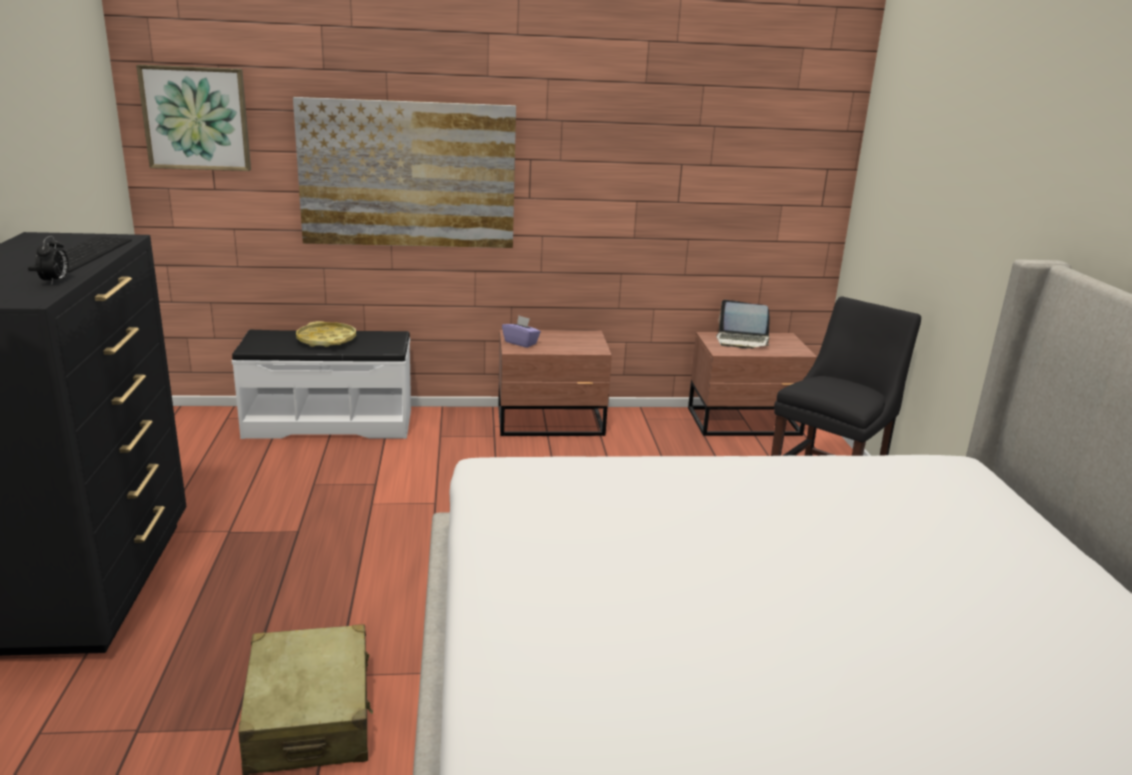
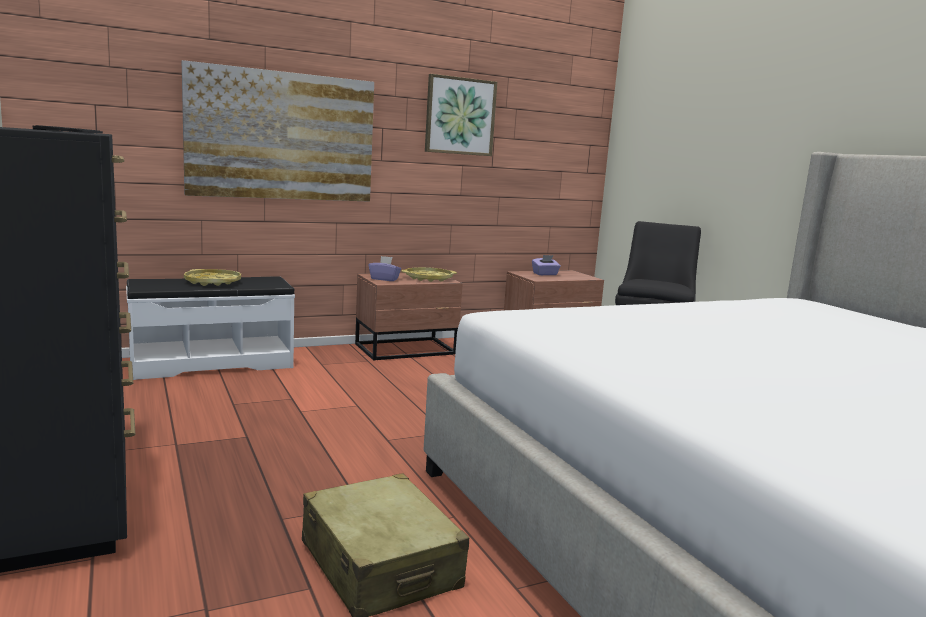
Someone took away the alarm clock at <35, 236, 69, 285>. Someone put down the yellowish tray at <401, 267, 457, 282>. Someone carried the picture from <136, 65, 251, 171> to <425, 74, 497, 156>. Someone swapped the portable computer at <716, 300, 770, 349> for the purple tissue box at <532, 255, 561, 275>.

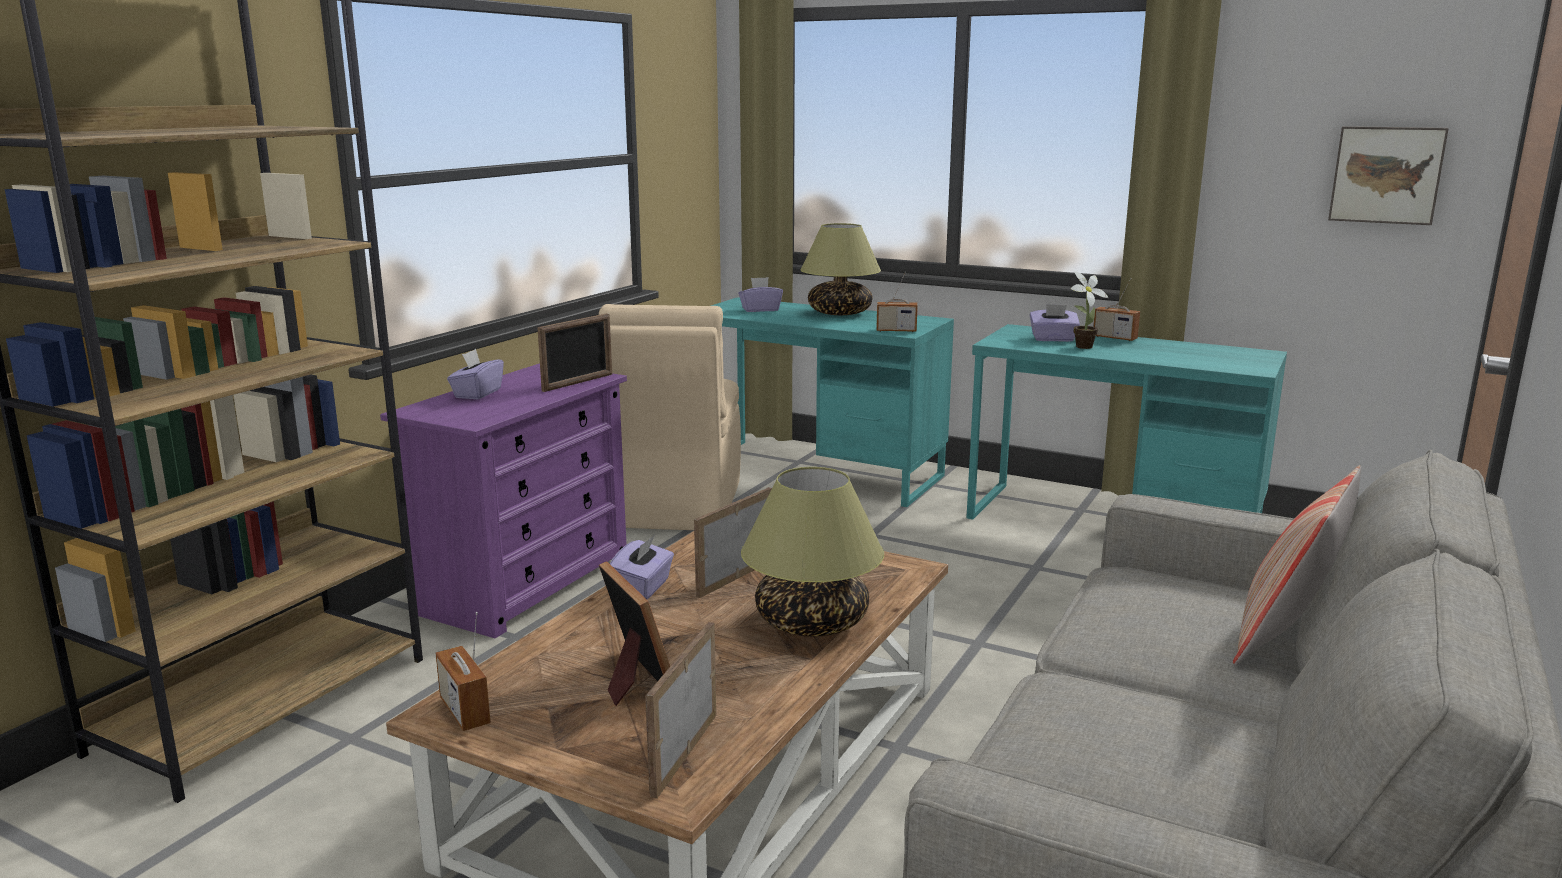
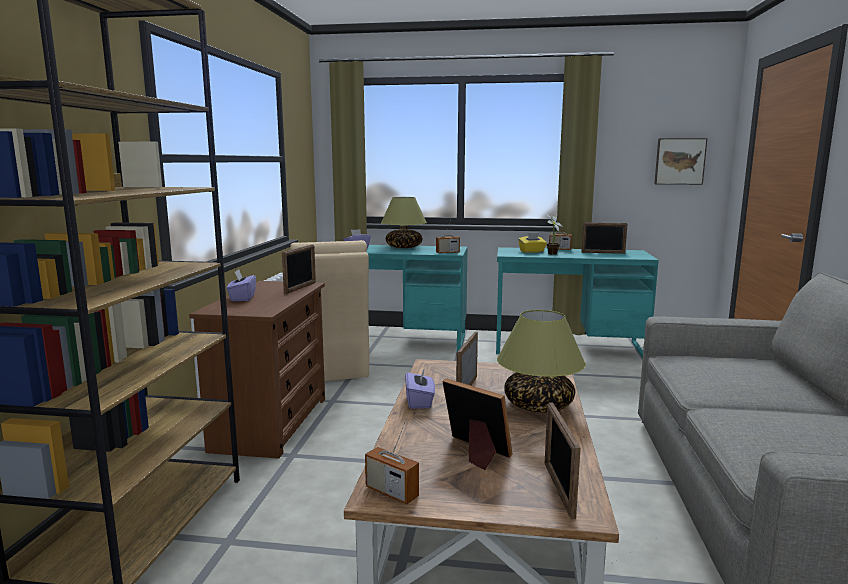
Someone took away the pillow at <1233, 465, 1361, 666>. Someone put down the picture frame at <581, 222, 628, 254>. Someone repainted the purple drawer chest at <380, 363, 627, 638>, which became the brown drawer chest at <189, 281, 325, 459>. Someone repainted the purple tissue box at <1030, 304, 1080, 342>, which became the yellowish tissue box at <518, 233, 547, 253>.

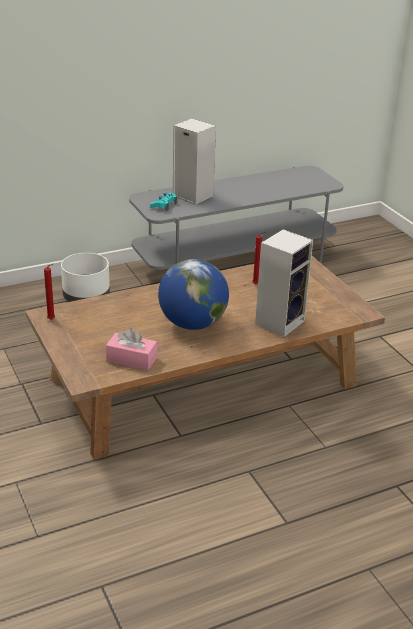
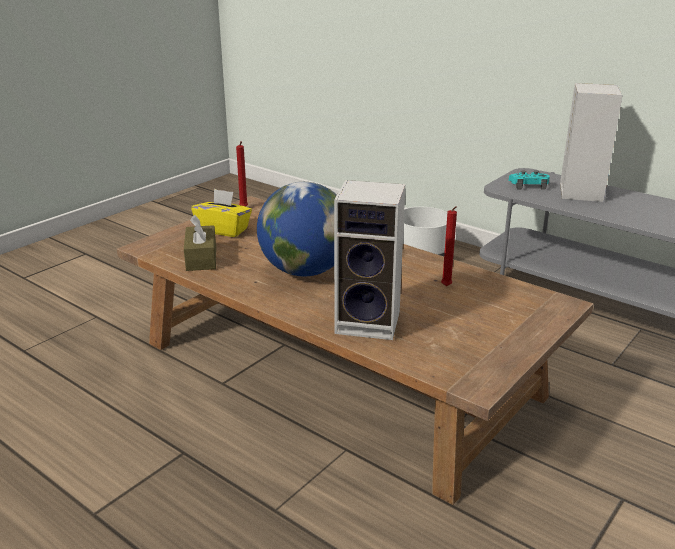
Someone put down the yellowish tissue box at <191, 189, 252, 237>. Someone repainted the pink tissue box at <106, 328, 157, 370>, which became the brown tissue box at <184, 215, 216, 271>.

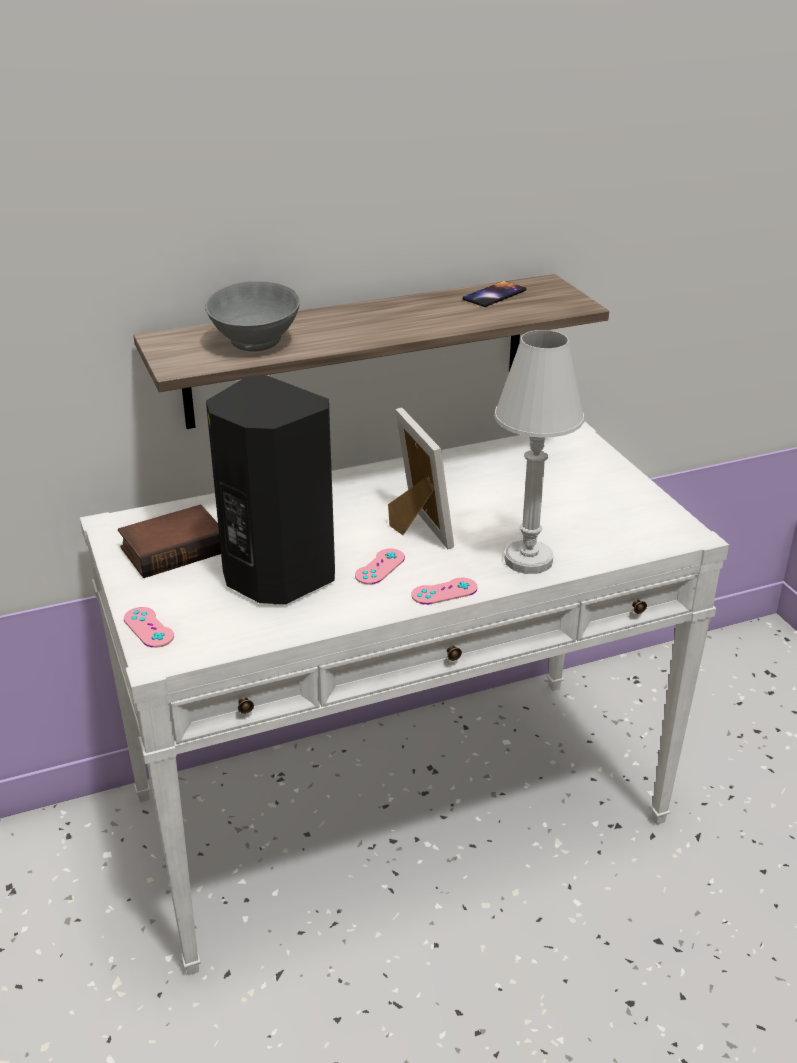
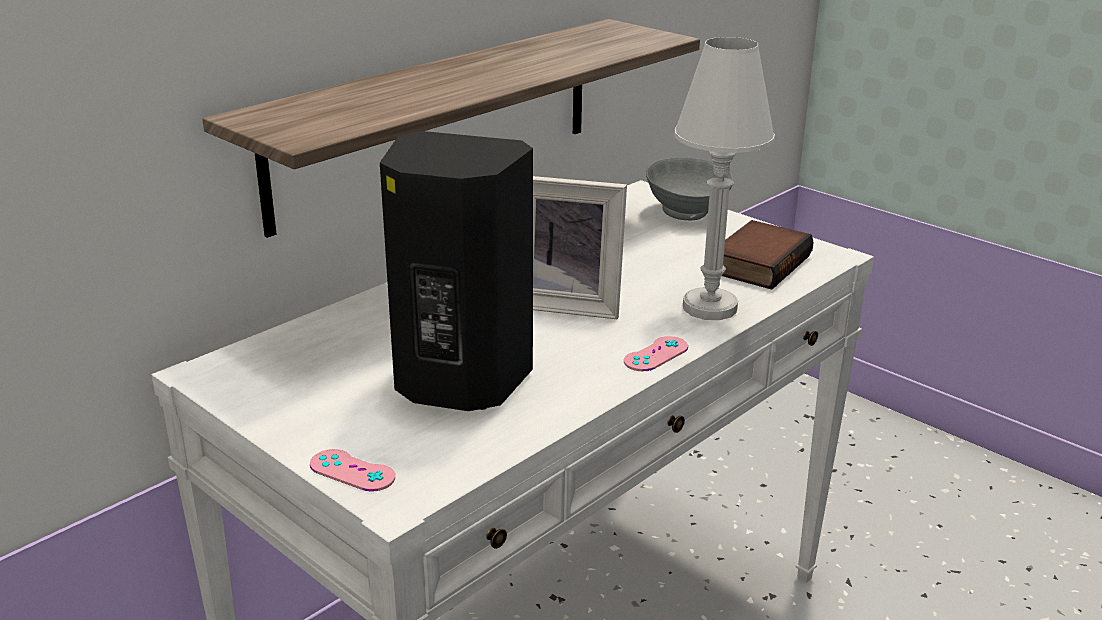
Someone took away the pink gamepad at <355, 549, 405, 585>. Someone took away the telephone at <462, 281, 526, 307>. Someone carried the volume from <118, 504, 221, 578> to <722, 220, 814, 290>. Someone carried the grey deep dish from <205, 281, 300, 352> to <646, 157, 733, 220>. Someone rotated the picture frame at <388, 408, 454, 549> by 150 degrees clockwise.

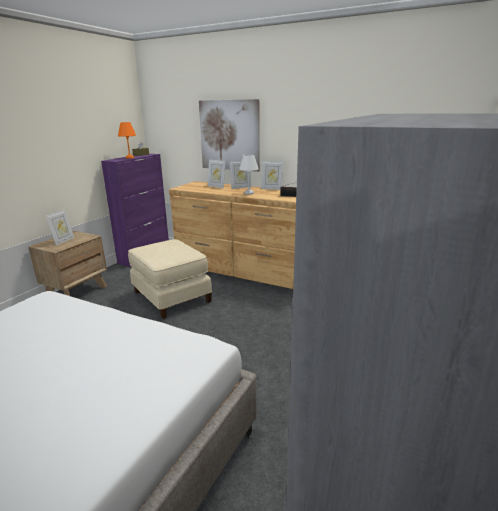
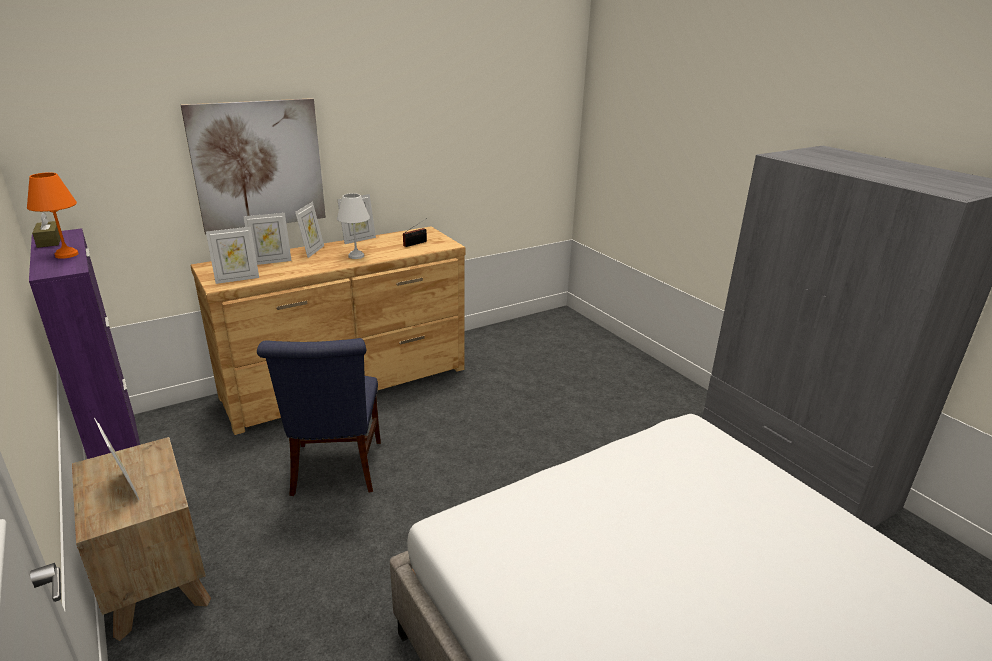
Someone put down the picture frame at <206, 227, 259, 284>. Someone swapped the sand-coloured footrest at <128, 239, 212, 319> for the blue upright chair at <257, 338, 381, 496>.

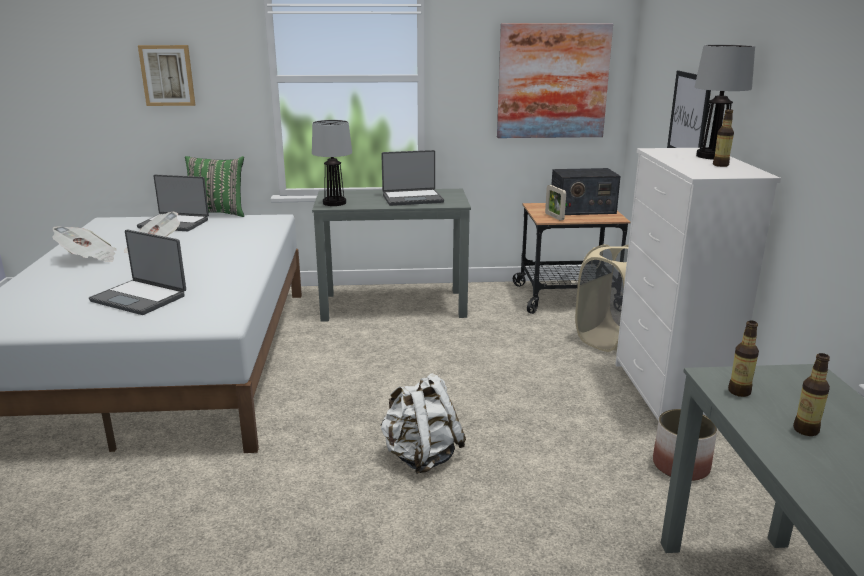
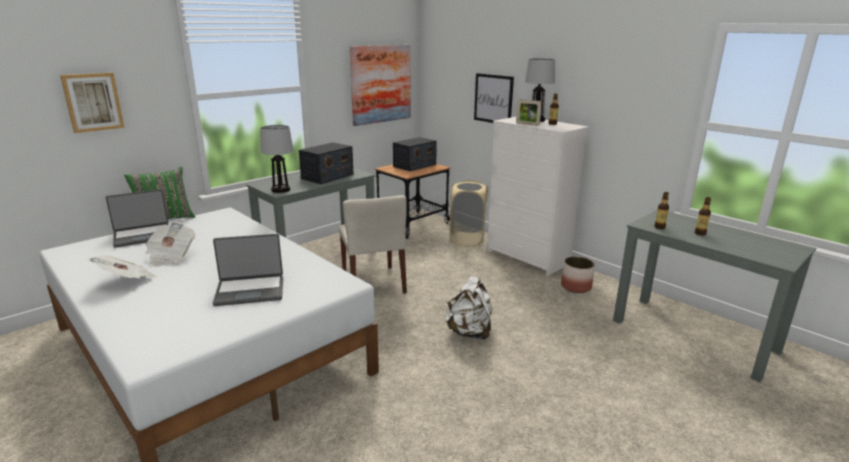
Someone put down the sand-coloured upright chair at <338, 195, 407, 293>. Someone carried the picture frame from <545, 185, 566, 221> to <516, 99, 542, 126>. Someone swapped the portable computer at <381, 150, 444, 206> for the radio set at <299, 142, 354, 184>.

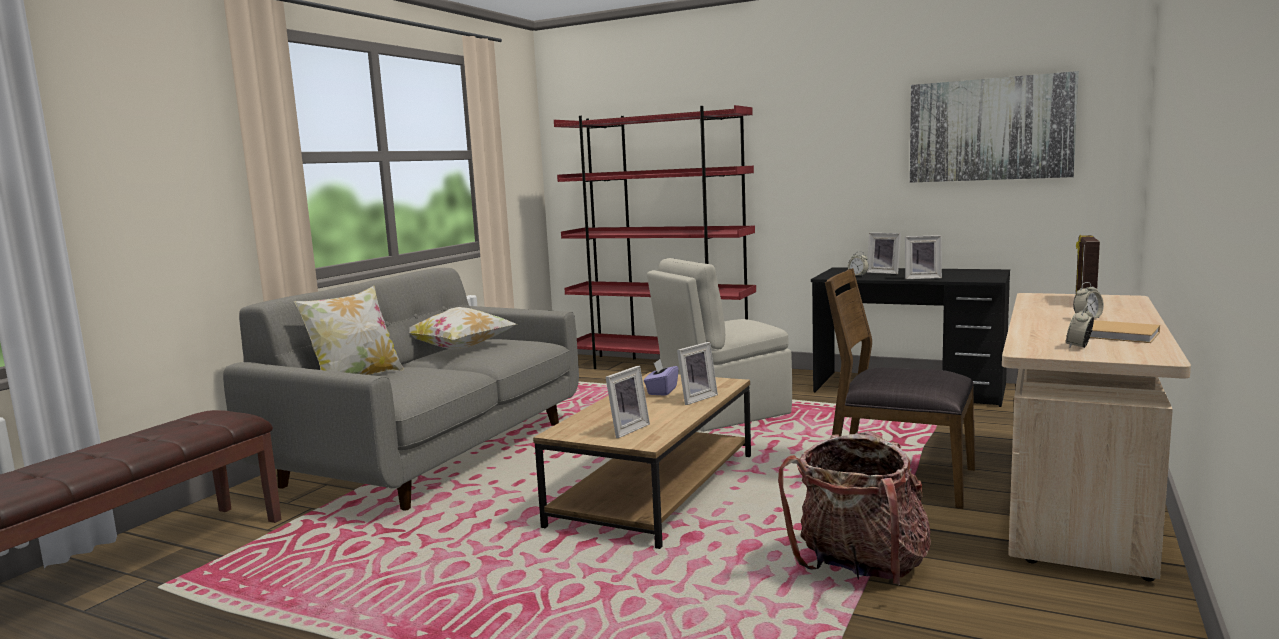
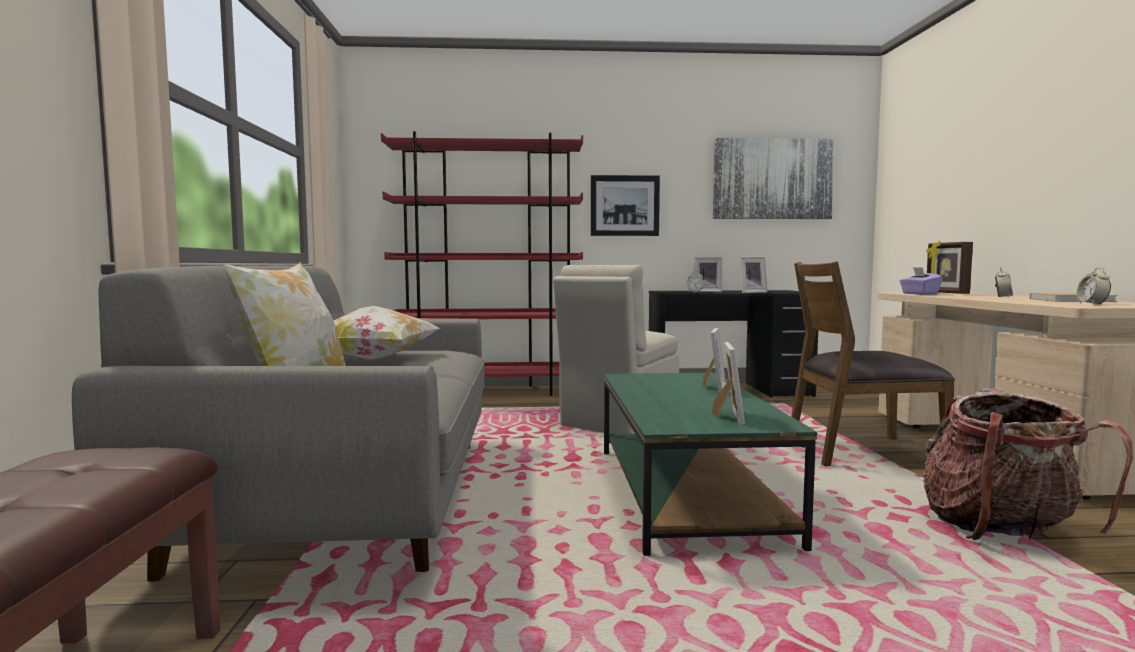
Someone put up the picture at <591, 175, 660, 236>. Someone carried the purple tissue box from <644, 359, 679, 396> to <900, 267, 943, 295>. Someone repainted the brown coffee table at <533, 372, 751, 549>, which became the greenish coffee table at <604, 373, 817, 556>.

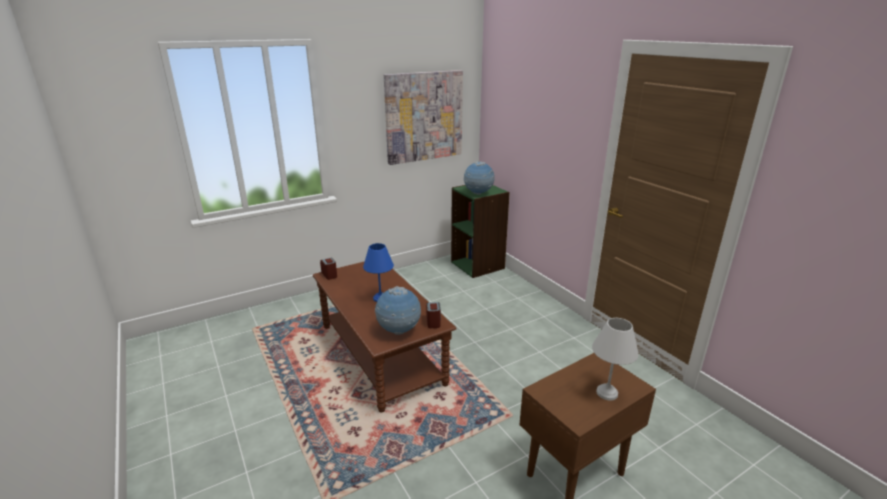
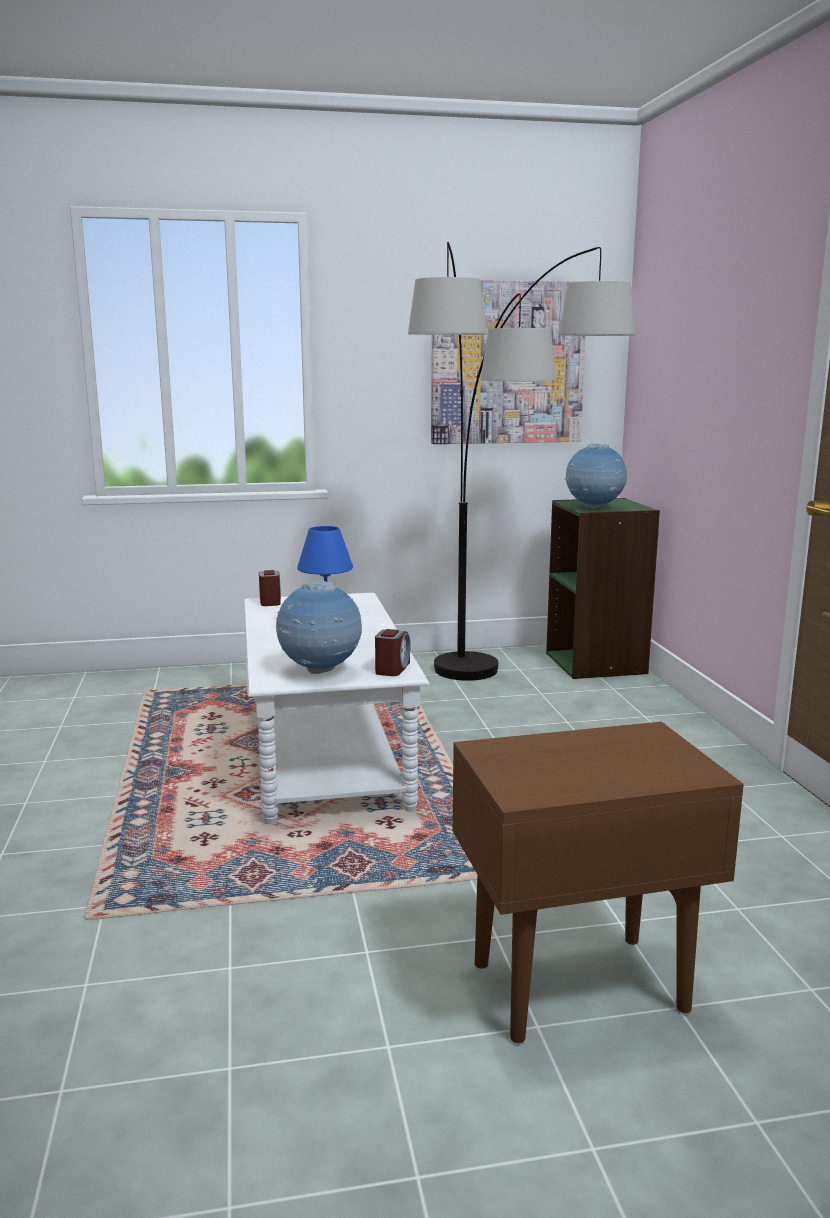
Someone took away the whitish table lamp at <592, 318, 639, 401>. Someone put down the floor lamp at <408, 242, 635, 681>. Someone repainted the brown coffee table at <313, 261, 457, 413>, which became the whitish coffee table at <244, 593, 430, 824>.

